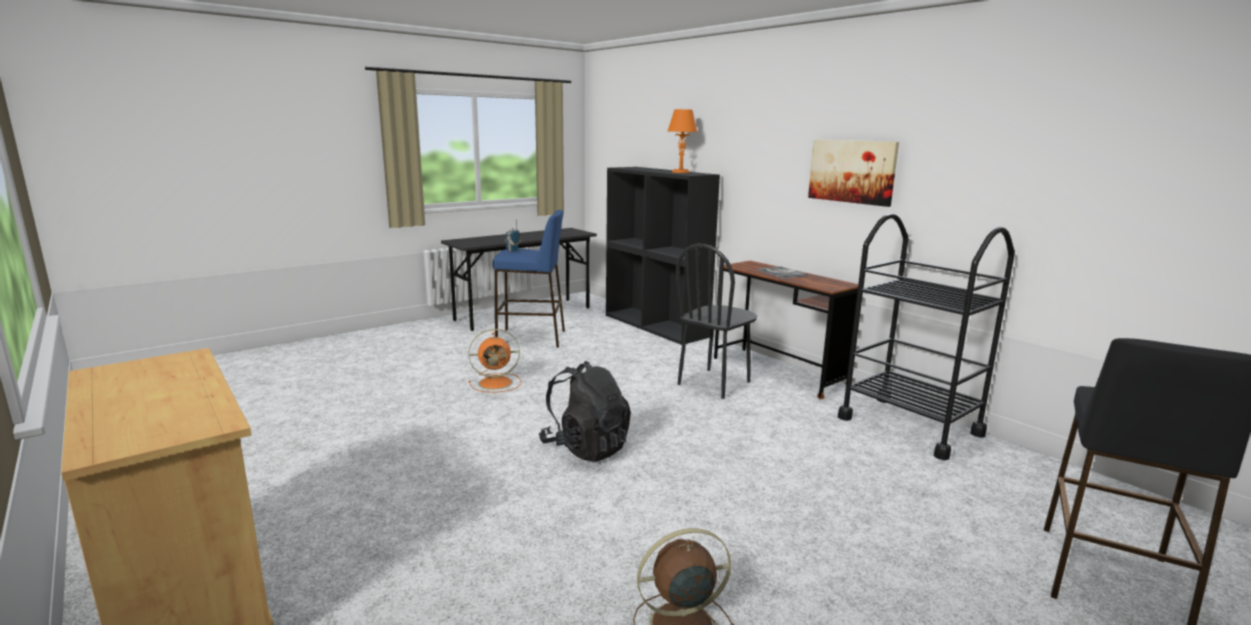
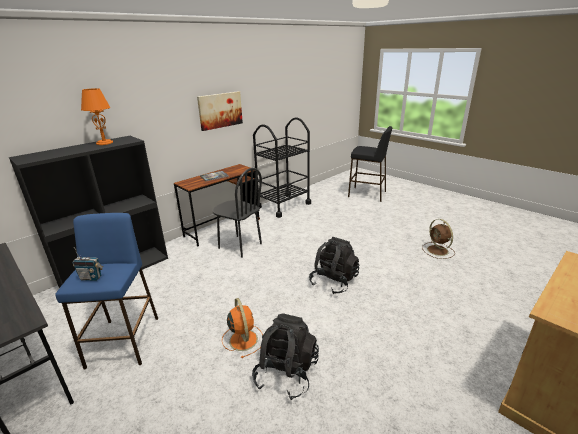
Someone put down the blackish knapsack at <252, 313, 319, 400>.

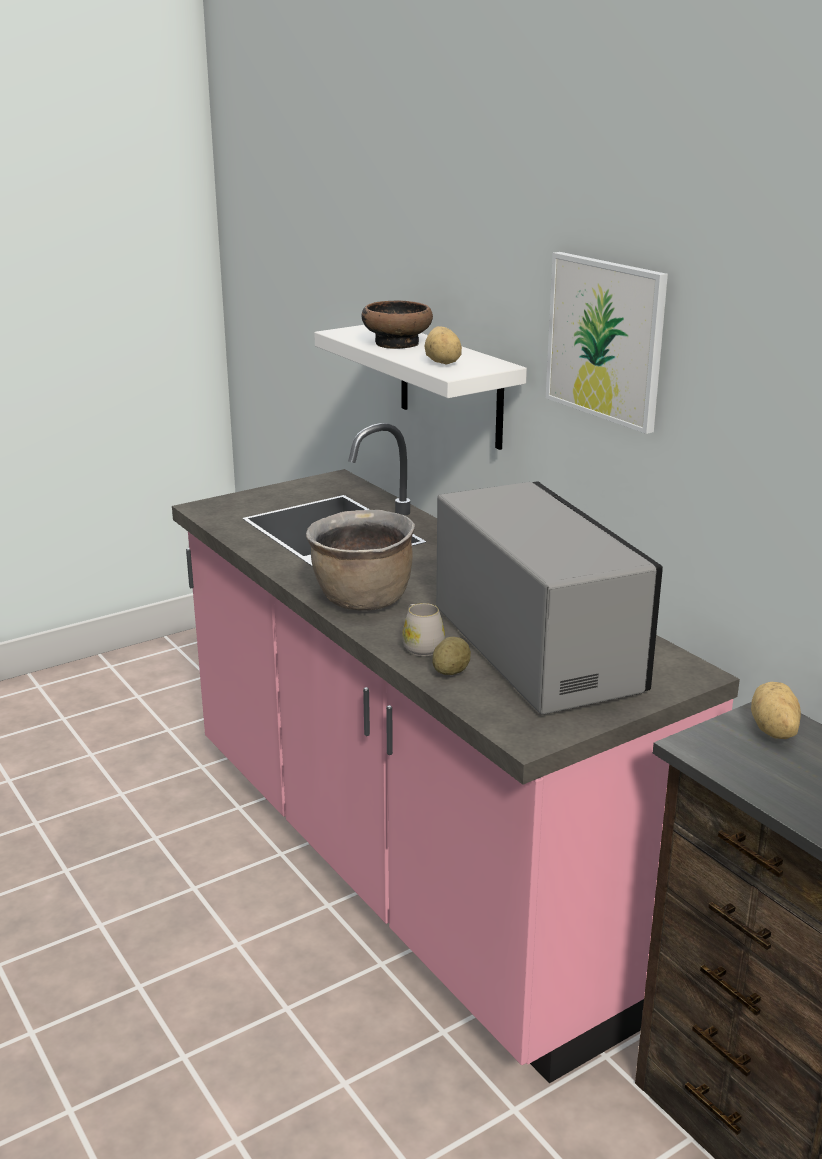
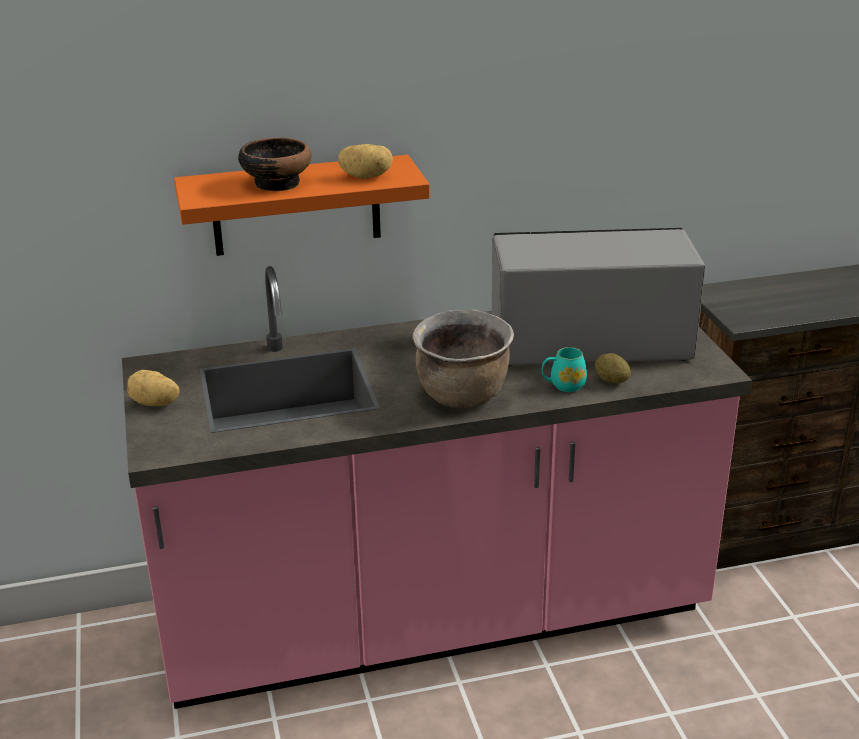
Someone took away the picture at <546, 252, 668, 434>. Someone carried the spud from <751, 682, 801, 739> to <127, 370, 180, 406>. Someone repainted the whitish shelf at <314, 325, 527, 450>, which became the orange shelf at <174, 155, 430, 256>. Someone repainted the whitish coffee mug at <402, 603, 445, 656>, which became the turquoise-coloured coffee mug at <542, 347, 587, 392>.

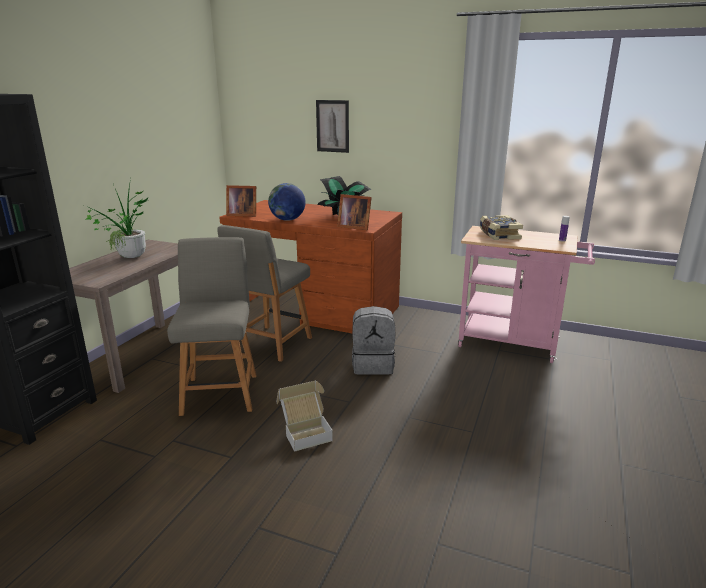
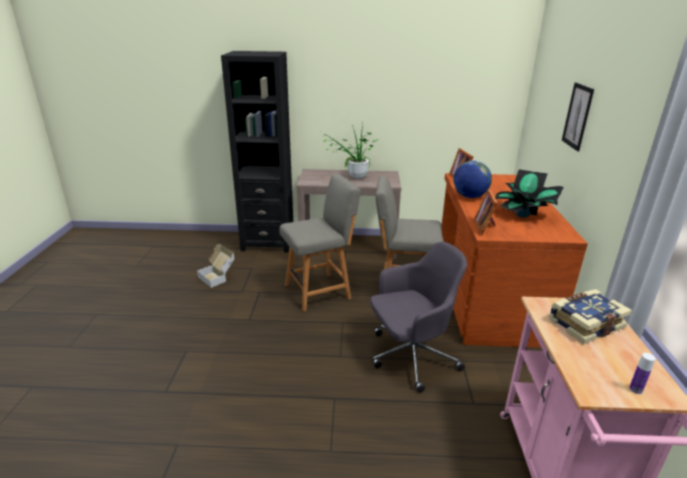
Someone carried the cardboard box from <277, 381, 333, 452> to <197, 244, 234, 288>. Someone swapped the grey knapsack at <352, 306, 395, 375> for the grey computer chair at <370, 242, 467, 393>.

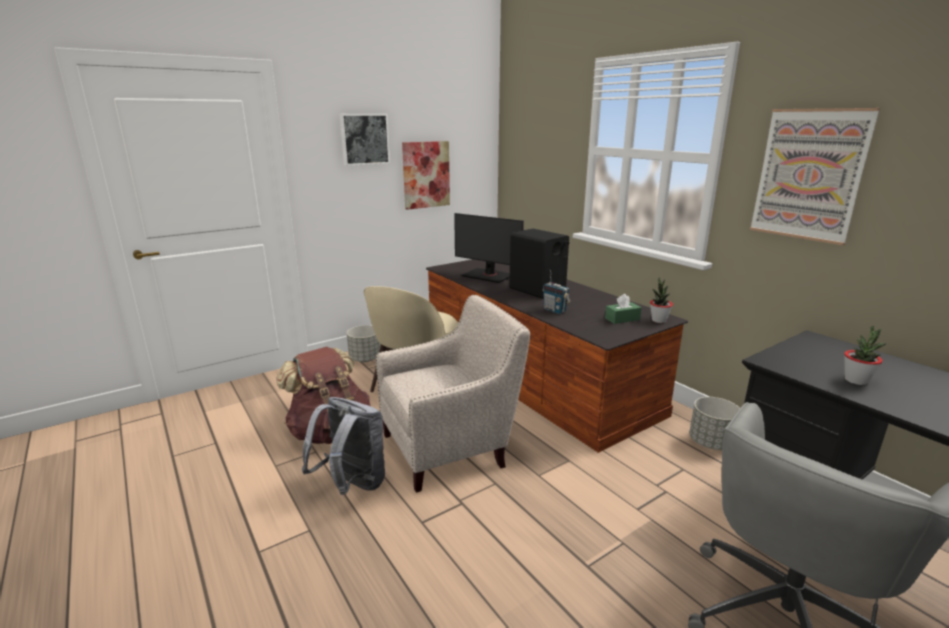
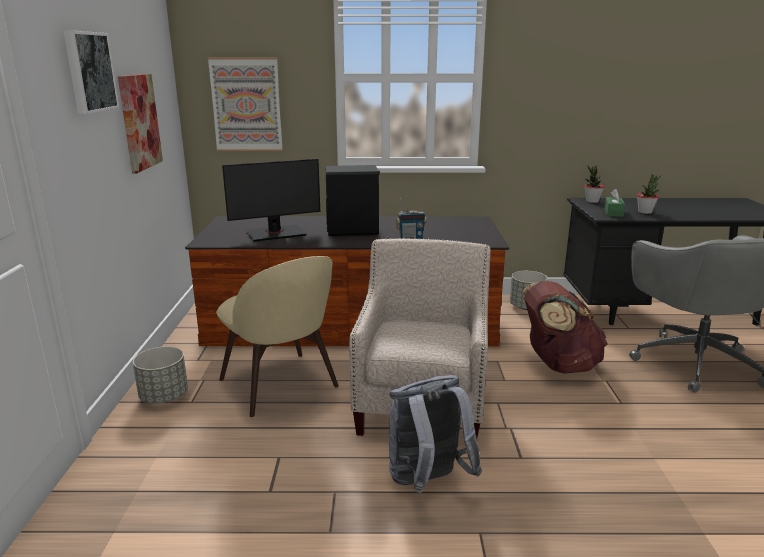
Someone carried the brown knapsack from <276, 347, 371, 444> to <523, 281, 608, 374>. Someone carried the greenish tissue box from <605, 294, 642, 324> to <604, 189, 625, 217>. Someone carried the houseplant from <650, 277, 673, 323> to <585, 165, 604, 203>. Someone carried the picture from <750, 108, 880, 245> to <208, 57, 283, 151>.

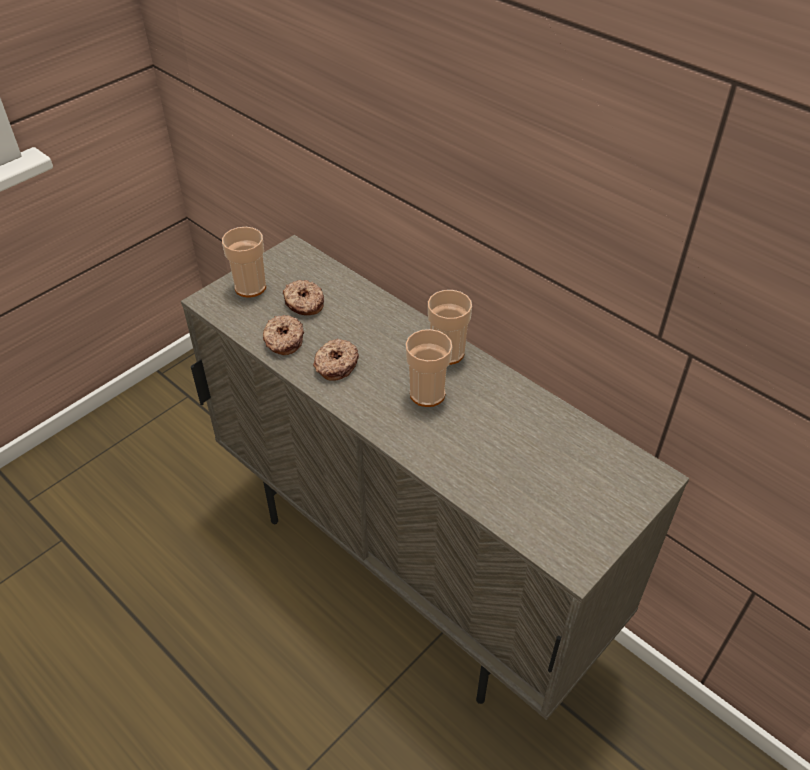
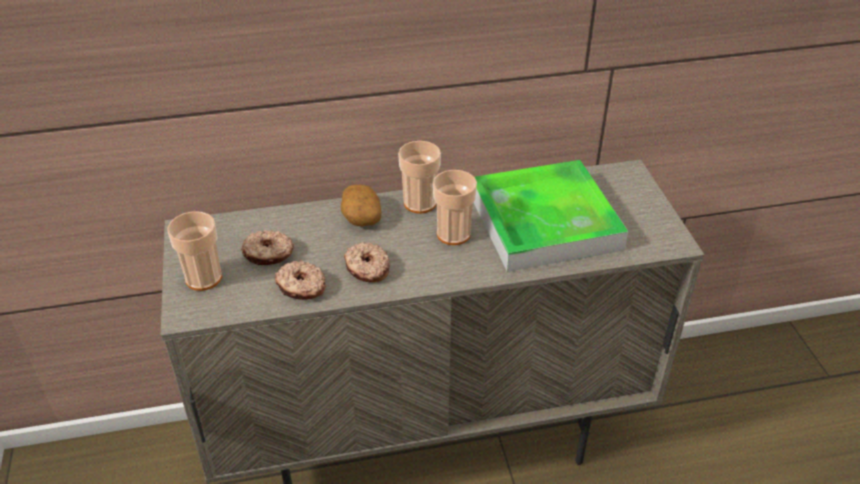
Someone put down the spud at <341, 184, 381, 226>. Someone put down the tray at <473, 160, 628, 272>.

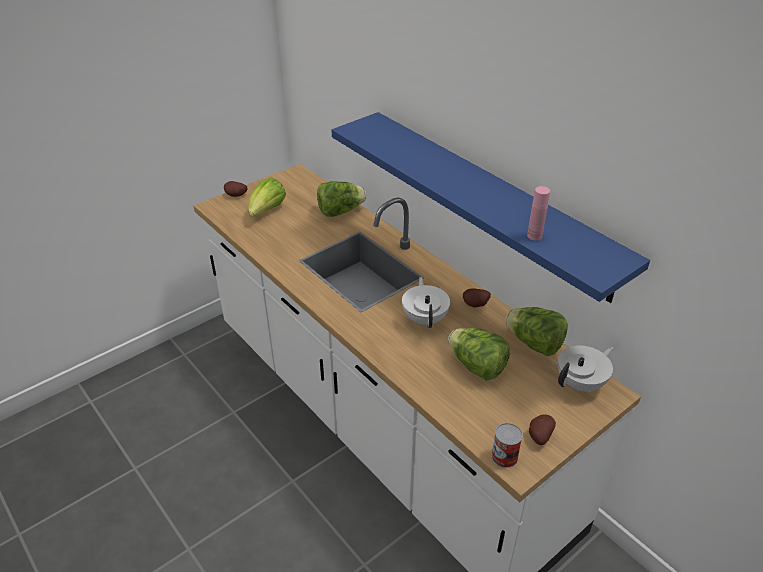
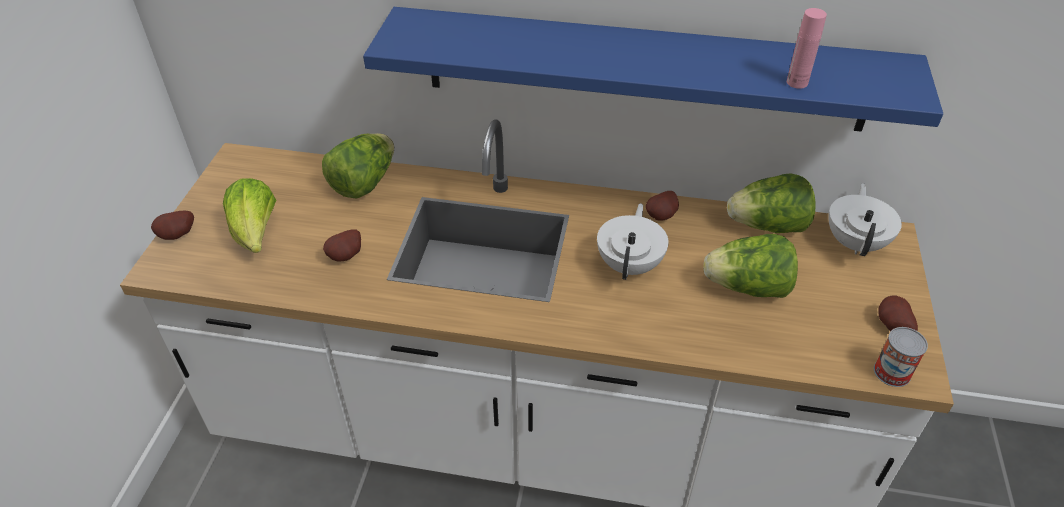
Someone put down the spud at <323, 229, 361, 262>. Someone rotated the whitish tea pot at <402, 277, 450, 328> by 60 degrees clockwise.

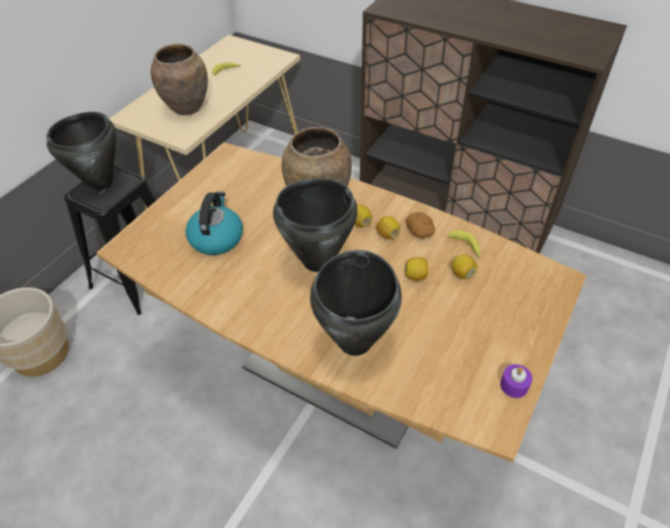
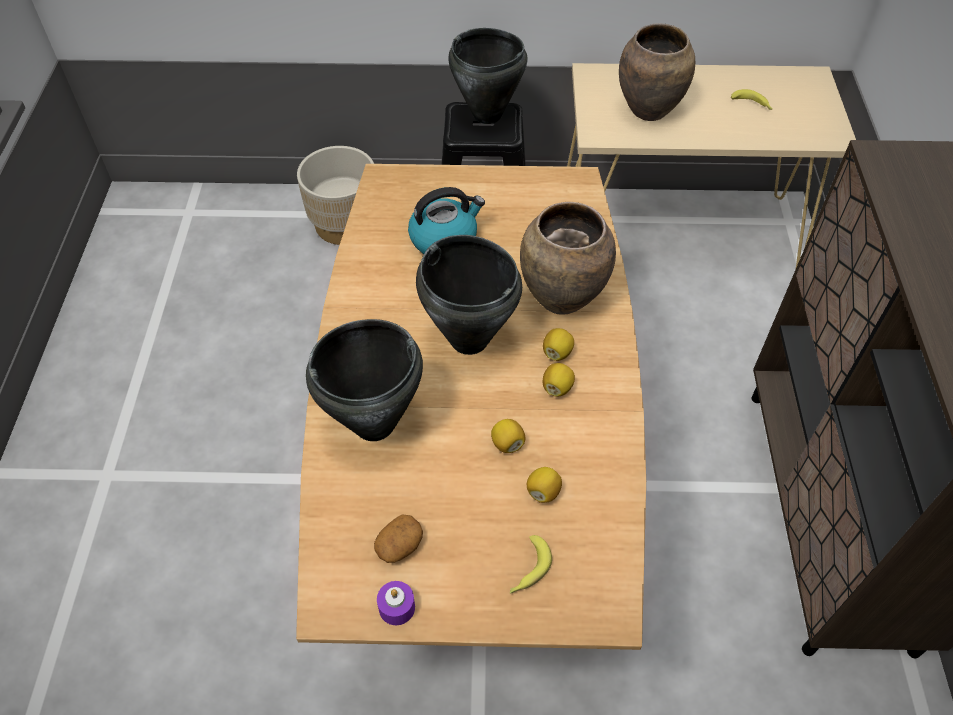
Someone carried the spud from <406, 212, 435, 238> to <374, 514, 423, 563>. Someone carried the banana fruit from <447, 230, 480, 258> to <510, 535, 552, 594>.

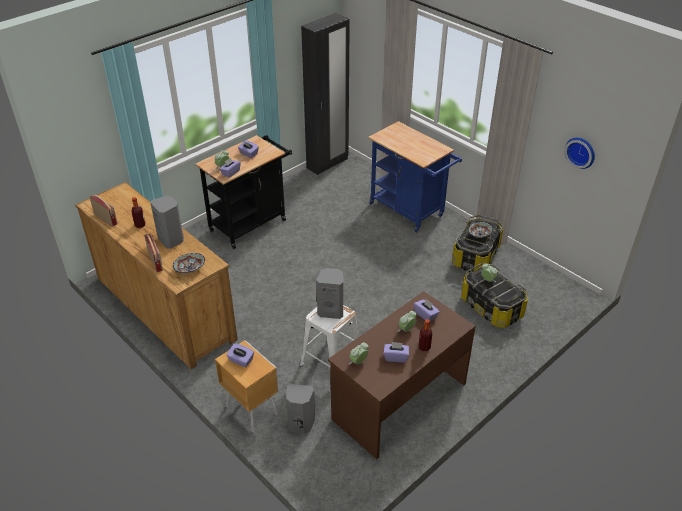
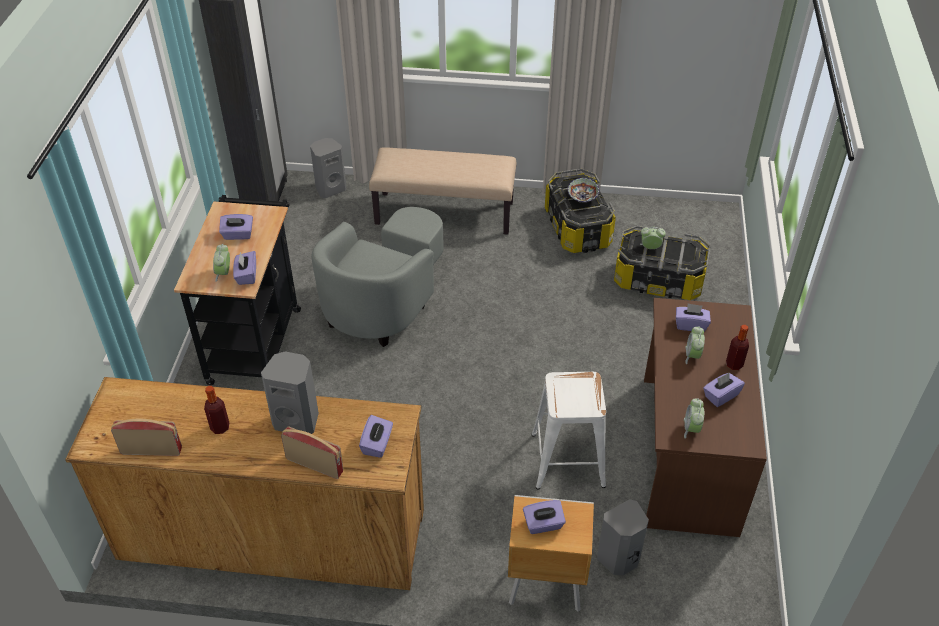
Someone took away the hanging clock at <565, 138, 595, 169>. Someone put down the grey lounge chair at <311, 207, 444, 347>. Someone carried the grey audio speaker from <316, 268, 343, 319> to <310, 138, 347, 198>. Someone swapped the deep dish at <173, 253, 205, 273> for the purple tissue box at <359, 415, 393, 458>. Someone swapped the blue wheeled cart at <368, 121, 462, 232> for the sand-coloured long seat at <369, 148, 516, 235>.

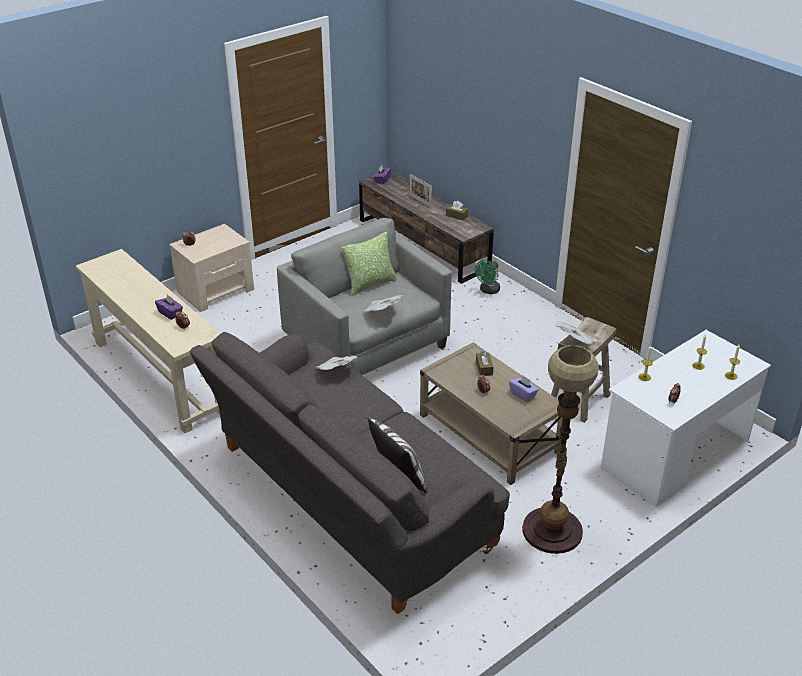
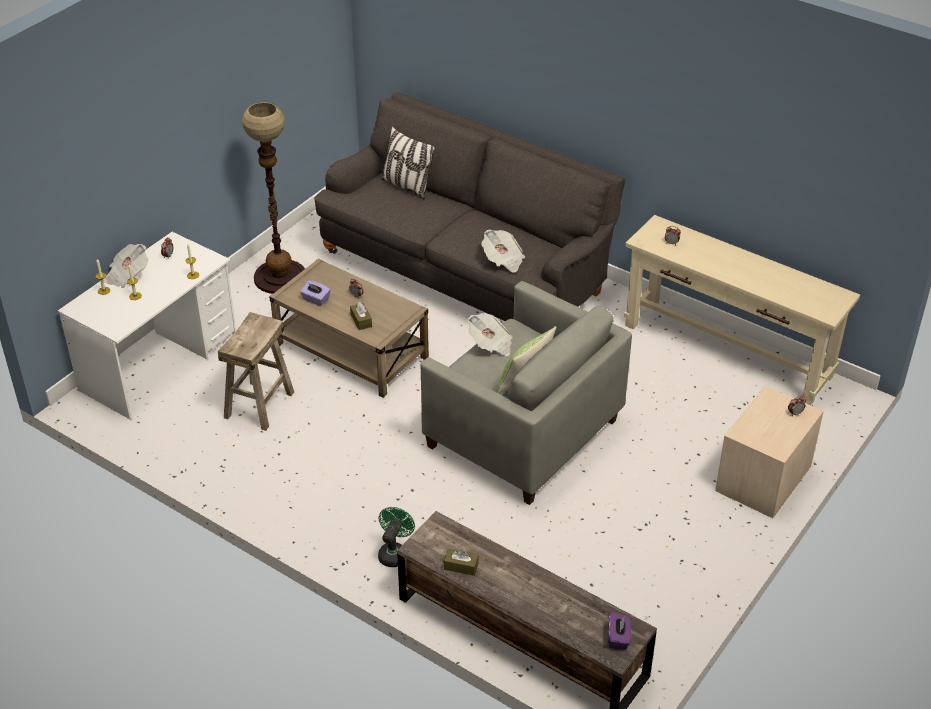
Someone took away the purple tissue box at <155, 295, 183, 320>. Someone took away the picture frame at <409, 174, 432, 208>. Someone carried the daily paper from <556, 321, 597, 345> to <104, 244, 148, 288>.

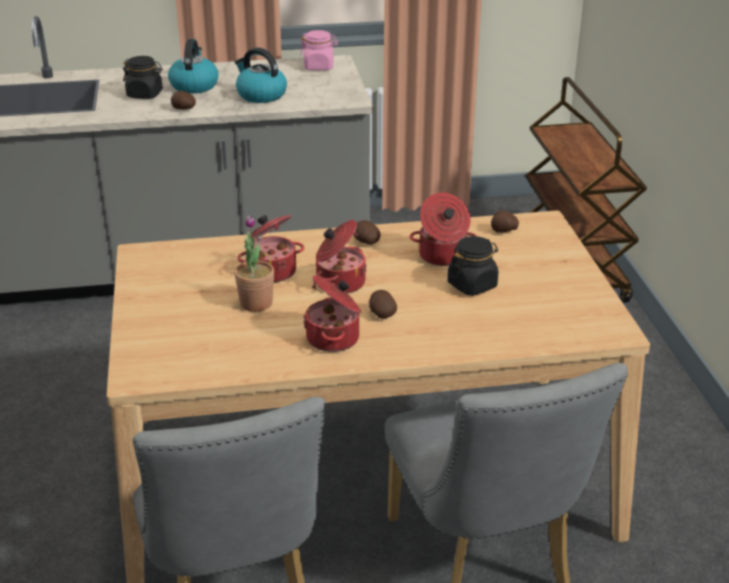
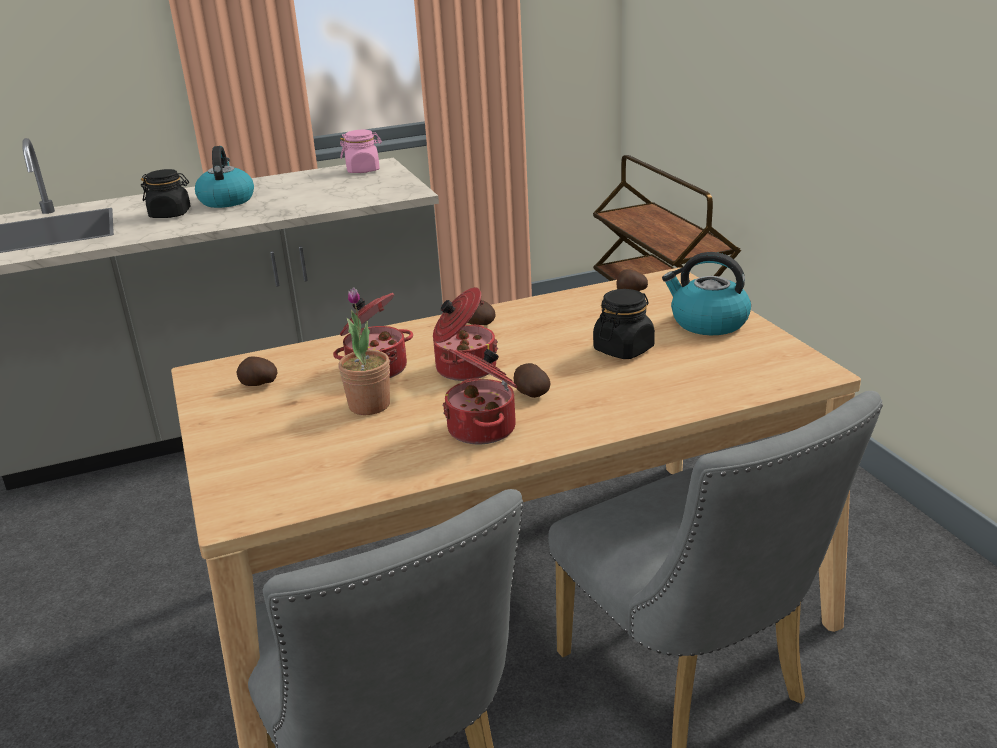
Someone took away the stockpot at <410, 193, 476, 266>. Someone carried the spud from <171, 91, 196, 110> to <236, 356, 278, 386>. Someone carried the tea kettle from <235, 48, 287, 103> to <662, 252, 751, 335>.

